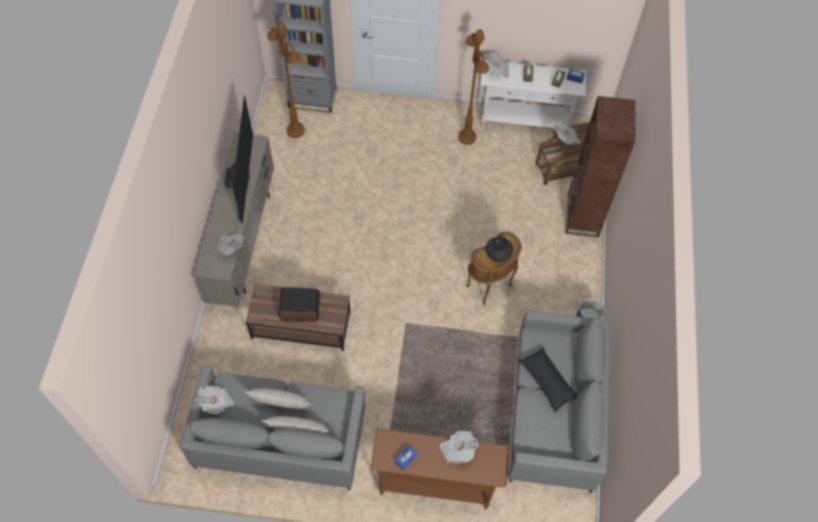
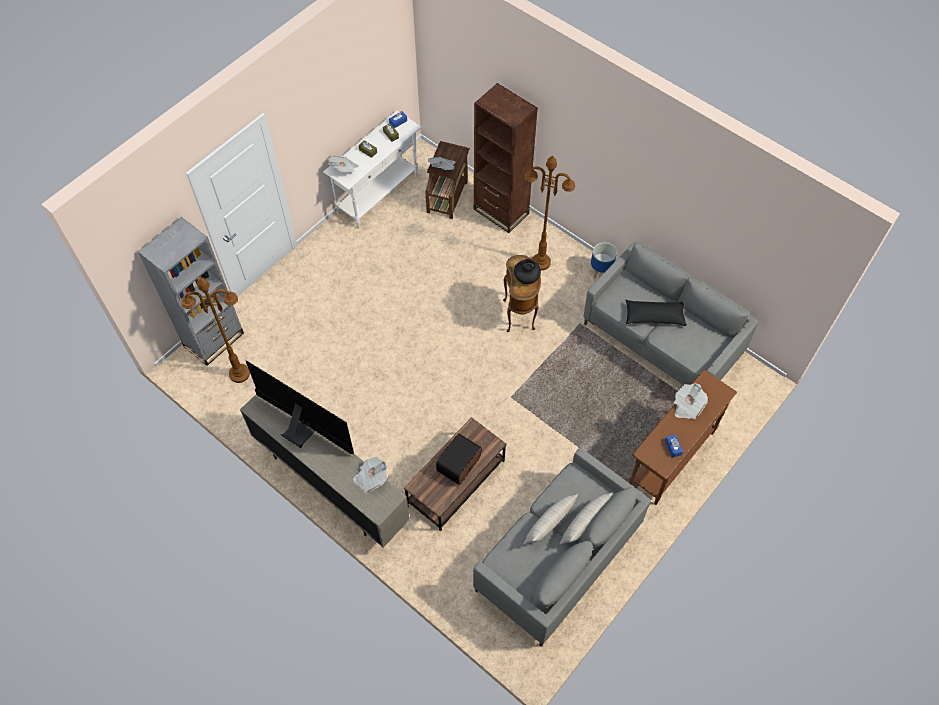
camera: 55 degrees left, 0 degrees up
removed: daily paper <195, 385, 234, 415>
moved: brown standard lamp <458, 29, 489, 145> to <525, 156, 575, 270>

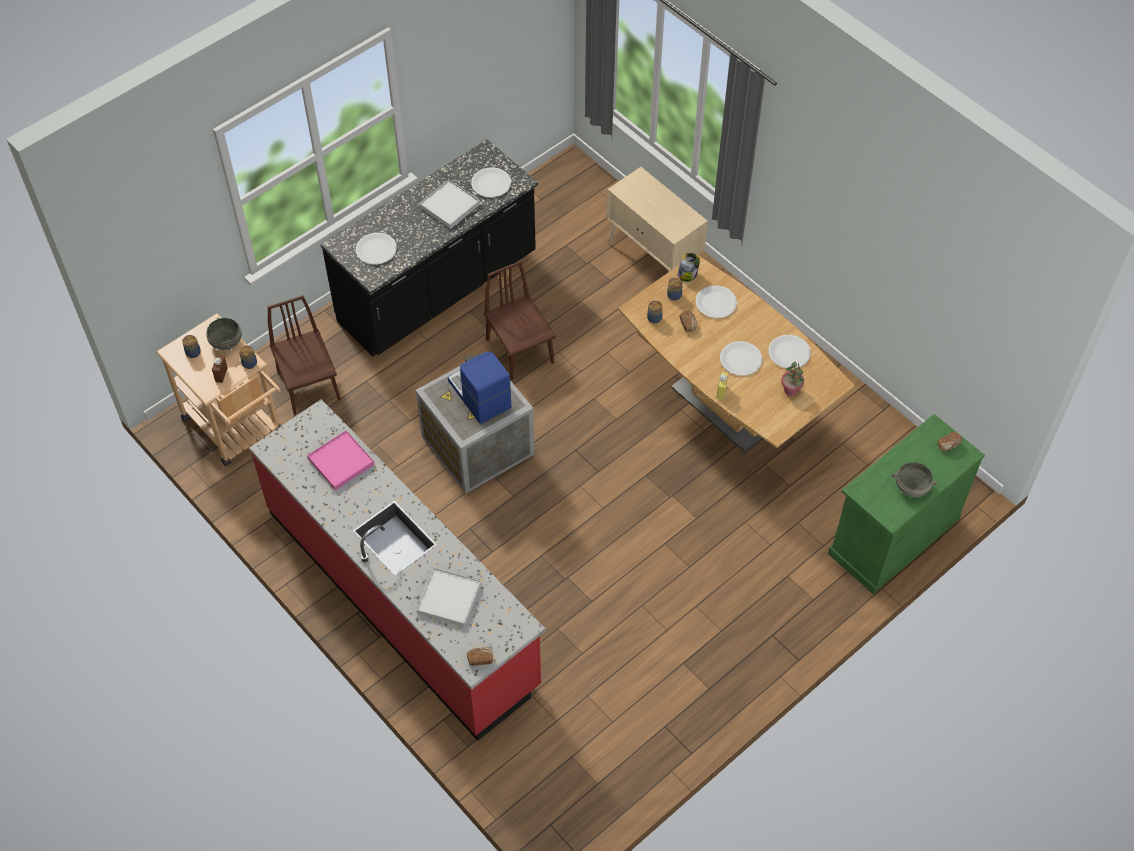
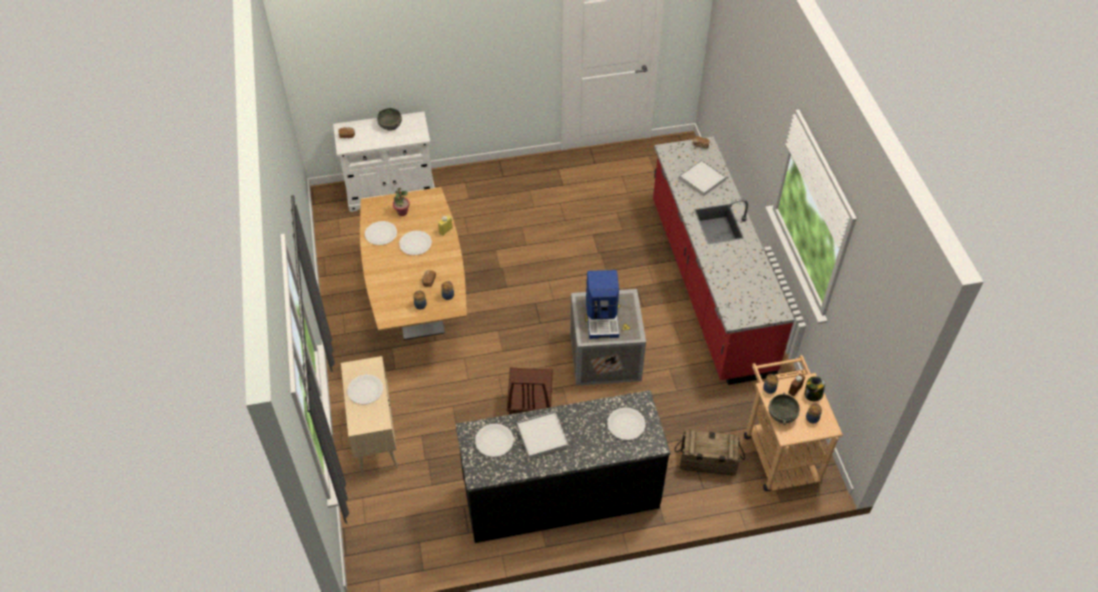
camera: 150 degrees left, 5 degrees down
removed: pinkish carrying tray <307, 430, 374, 491>
moved: preserve jar <678, 253, 700, 282> to <804, 376, 825, 401>; white flat dish <696, 285, 737, 318> to <347, 374, 383, 405>
replaced: brown plain chair <268, 296, 341, 415> to packing crate <675, 430, 745, 476>
recoloured: greenish cupboard <828, 414, 985, 594> to white cupboard <333, 111, 435, 212>

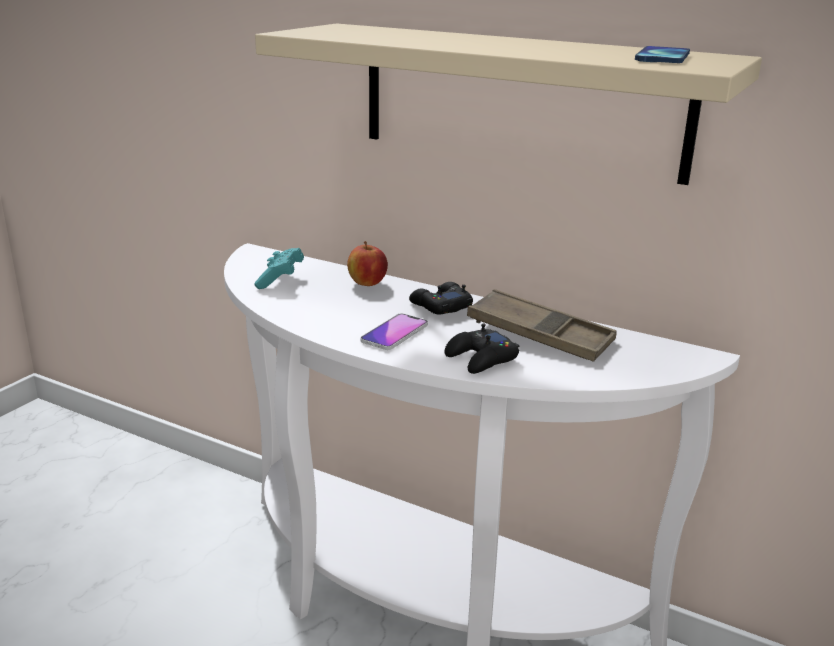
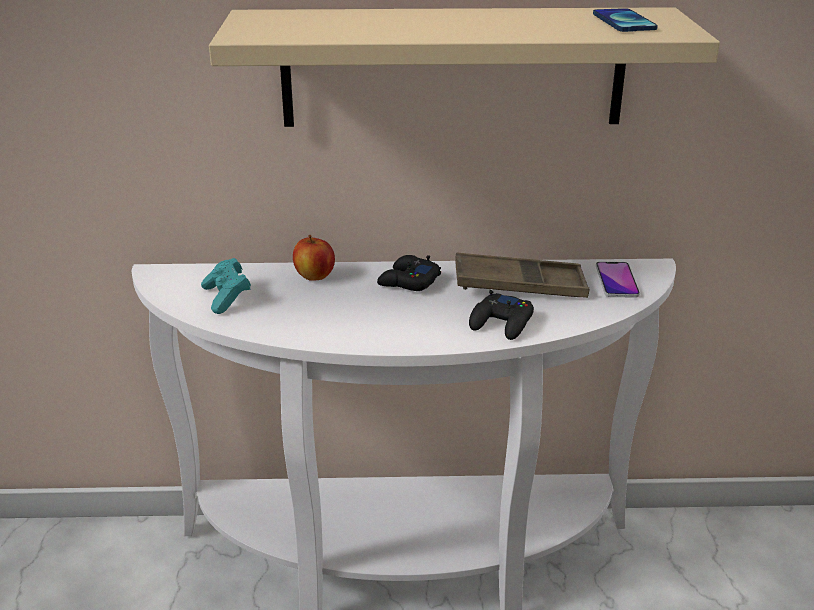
camera: 30 degrees left, 5 degrees up
moved: telephone <360, 313, 428, 350> to <596, 262, 640, 298>

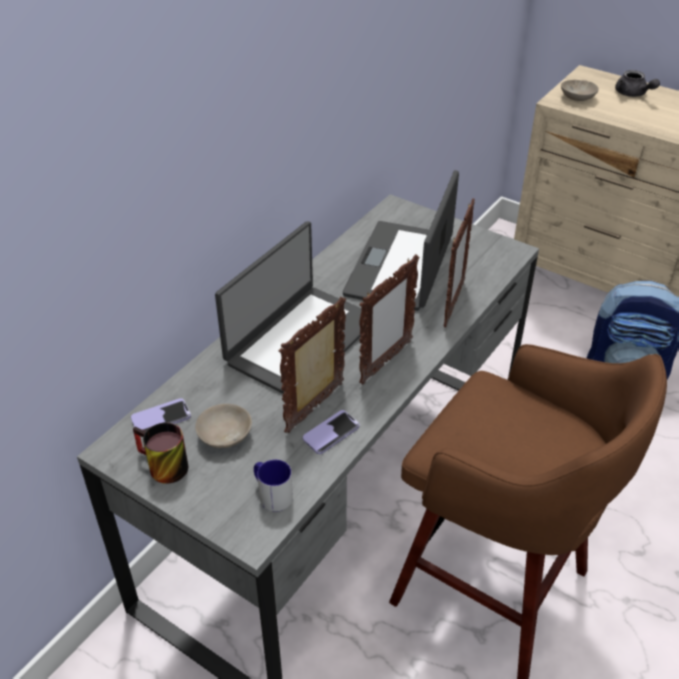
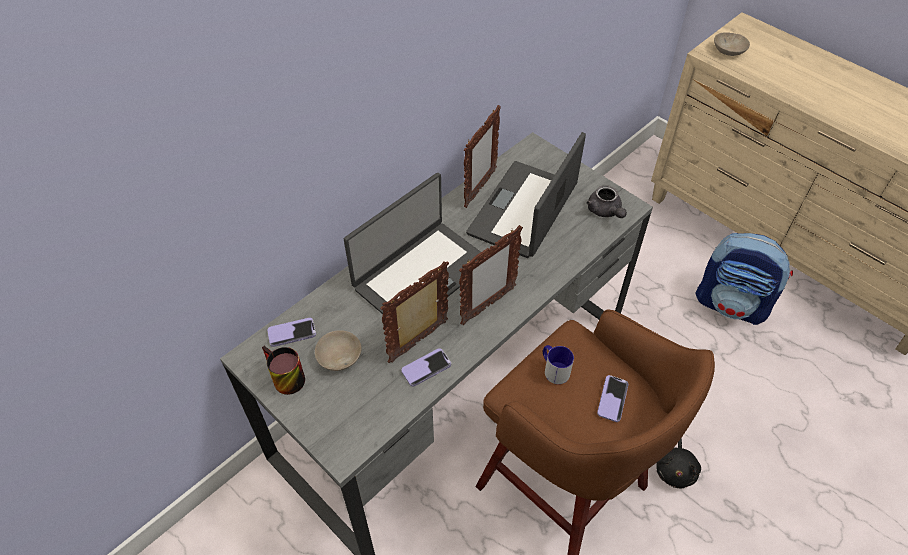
camera: 10 degrees right, 10 degrees up
added: telephone <597, 375, 629, 422>; black-coloured soft toy <656, 438, 701, 488>
moved: tea mug <254, 459, 293, 512> to <543, 345, 574, 384>; standing frame <444, 198, 475, 328> to <464, 105, 501, 208>; grey pot for tea <615, 70, 660, 97> to <586, 185, 627, 218>

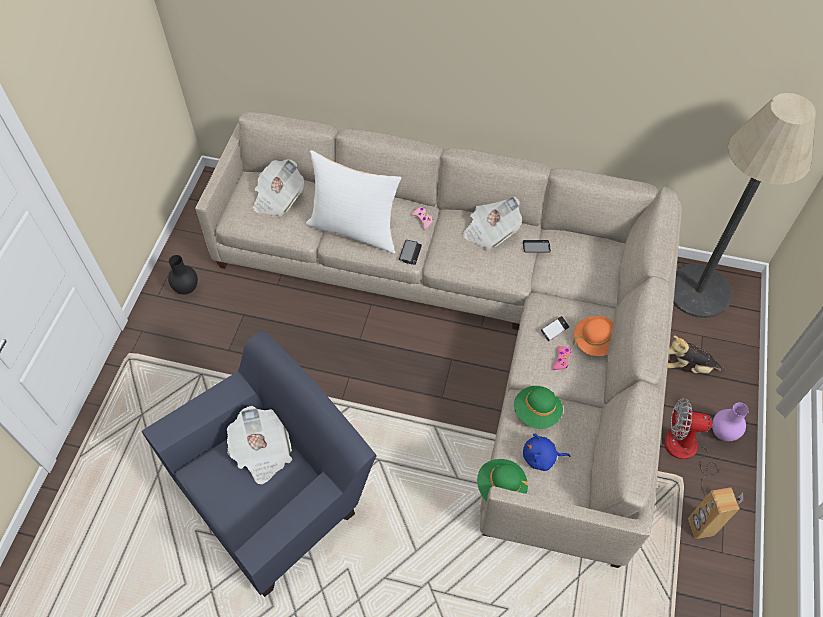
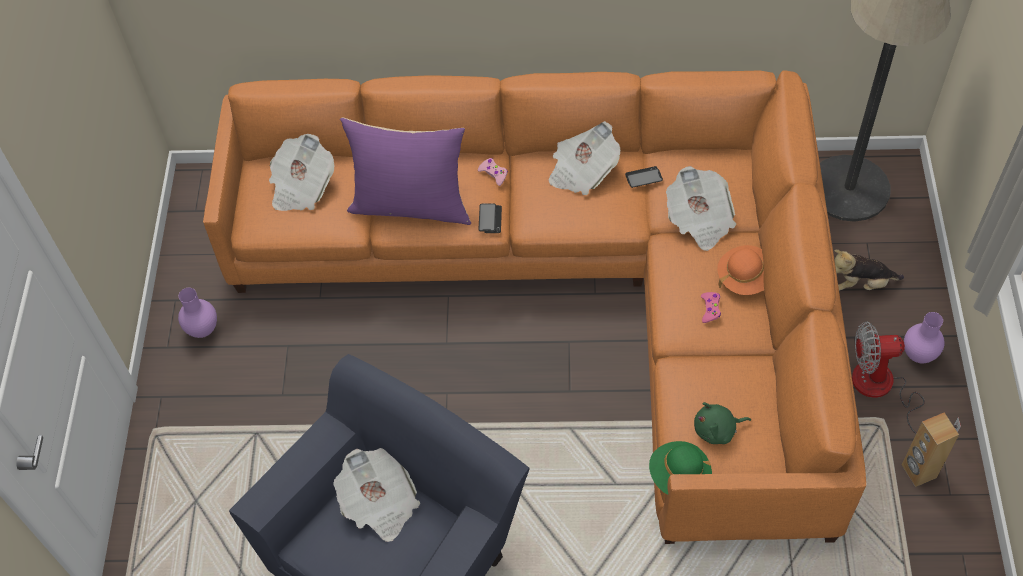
camera: 10 degrees left, 0 degrees up
removed: greenish hat <514, 386, 563, 429>; telephone <541, 316, 569, 341>
added: daily paper <666, 166, 736, 251>
recoloured: black-coloured flower vase <168, 255, 198, 295> to purple flower vase <178, 288, 217, 338>; beige sofa <195, 112, 682, 568> to orange sofa <203, 70, 866, 544>; white throw pillow <306, 150, 401, 254> to purple throw pillow <340, 117, 471, 225>; bluish soft toy <523, 434, 570, 471> to greenish soft toy <694, 402, 751, 444>

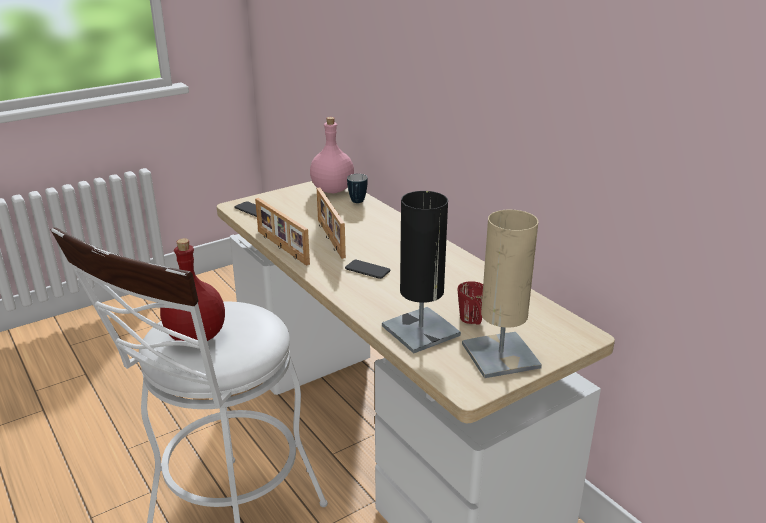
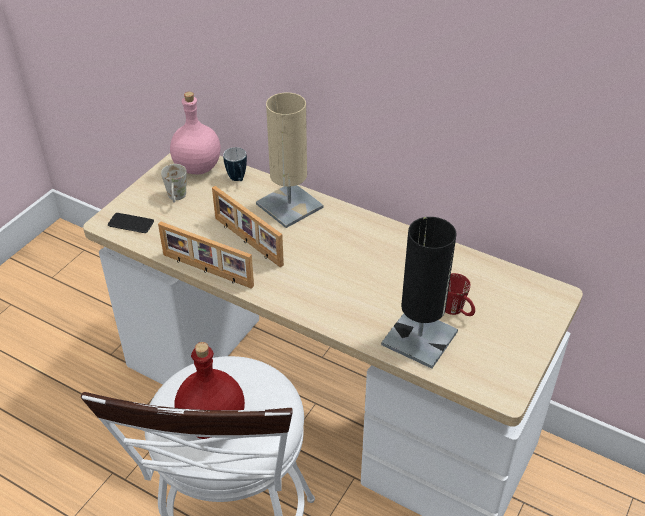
camera: 25 degrees left, 15 degrees up
removed: telephone <345, 260, 391, 279>
added: white tea mug <161, 164, 187, 203>
moved: beige table lamp <462, 210, 542, 378> to <256, 93, 323, 228>

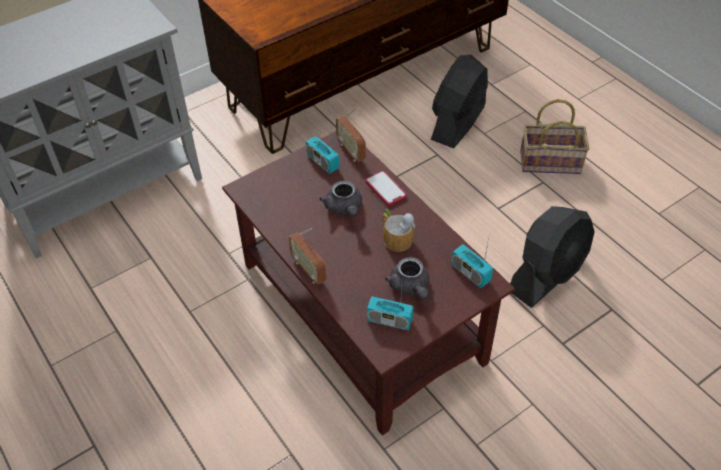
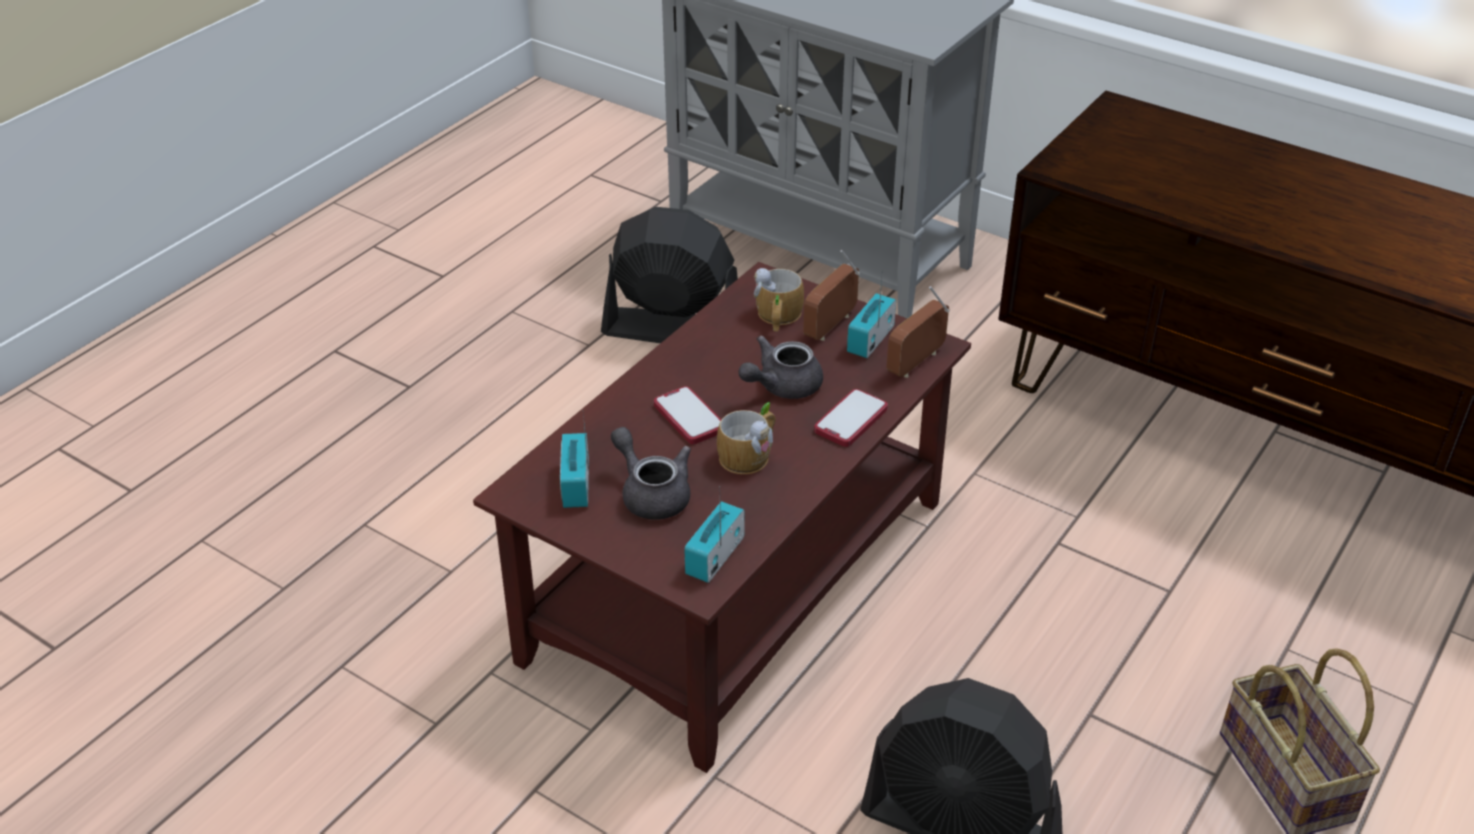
camera: 70 degrees right, 10 degrees down
added: telephone <654, 386, 721, 444>; tea mug <754, 268, 804, 332>
moved: radio receiver <289, 228, 327, 285> to <803, 250, 860, 341>; black-coloured cooling fan <431, 55, 488, 148> to <601, 207, 738, 343>
turned: grey pot for tea <385, 257, 429, 300> = <611, 427, 691, 520> 90 degrees clockwise

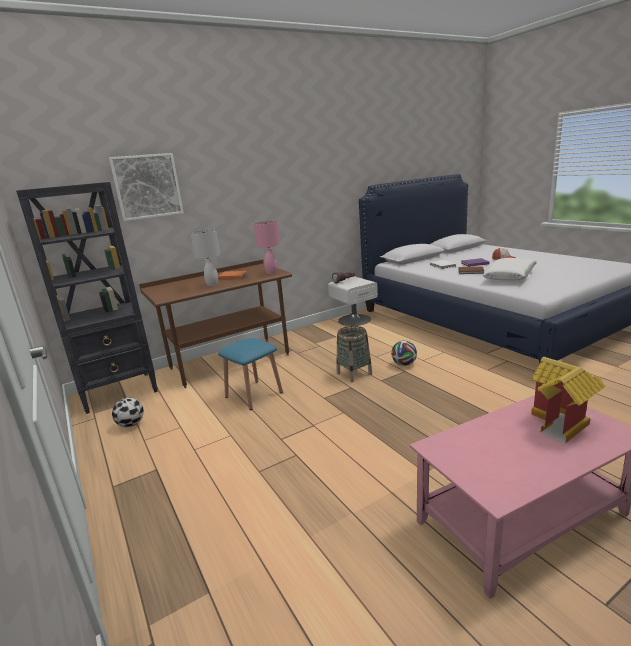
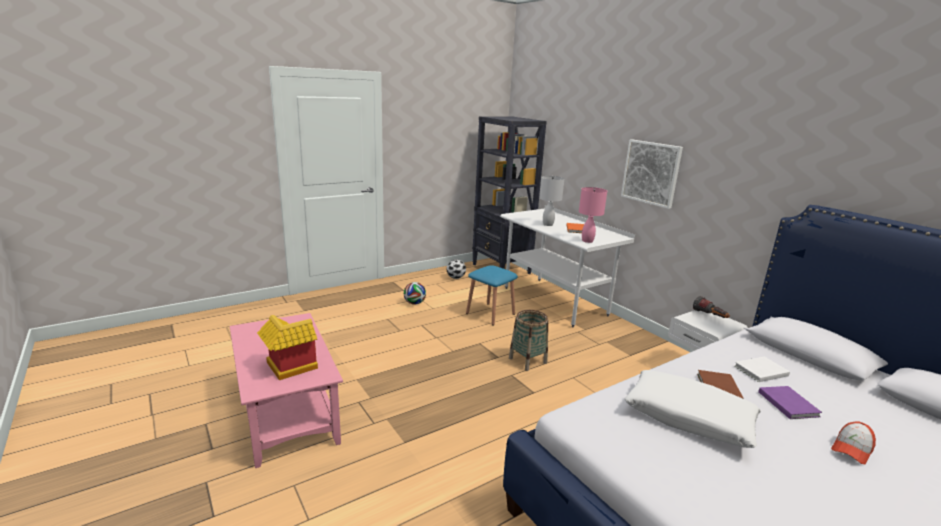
camera: 85 degrees right, 0 degrees up
moved: wall art <109, 153, 184, 221> to <621, 140, 683, 209>; football <391, 341, 417, 366> to <404, 282, 426, 305>
recoloured: brown desk table <139, 260, 292, 388> to white desk table <500, 205, 635, 327>

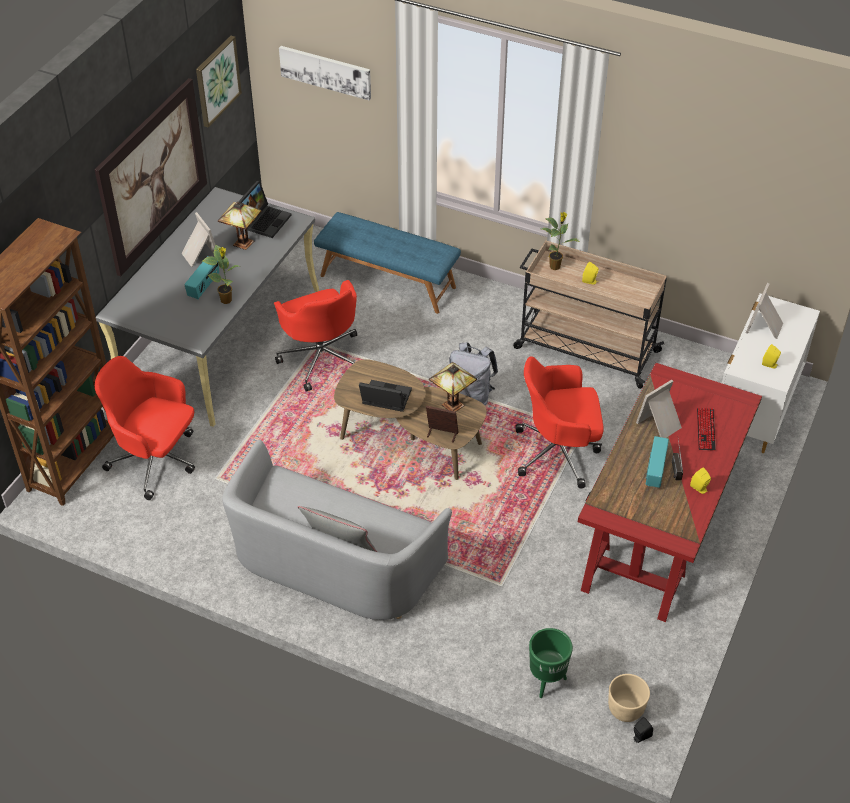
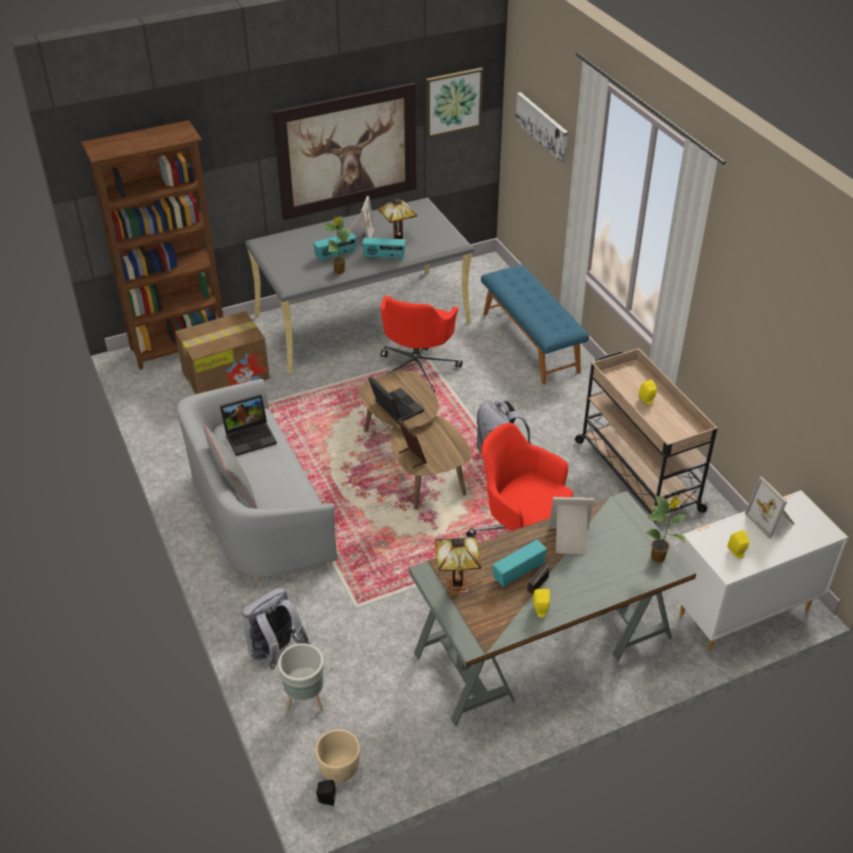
camera: 40 degrees right, 5 degrees down
removed: keyboard <697, 408, 716, 450>
added: grey knapsack <242, 588, 310, 670>; radio receiver <362, 238, 406, 260>
moved: laptop <238, 181, 292, 238> to <220, 394, 277, 456>; table lamp <429, 362, 477, 412> to <434, 537, 481, 593>; potted plant <541, 212, 580, 270> to <646, 495, 687, 563>
replaced: red-coloured computer chair <95, 356, 195, 500> to cardboard box <175, 311, 270, 394>
recoloured: greenish flower pot <529, 628, 573, 698> to grey flower pot <278, 643, 324, 712>; red-coloured desk table <578, 363, 762, 622> to grey desk table <409, 491, 697, 726>
turned: standing frame <746, 283, 783, 339> = <745, 476, 794, 539> 90 degrees counterclockwise

